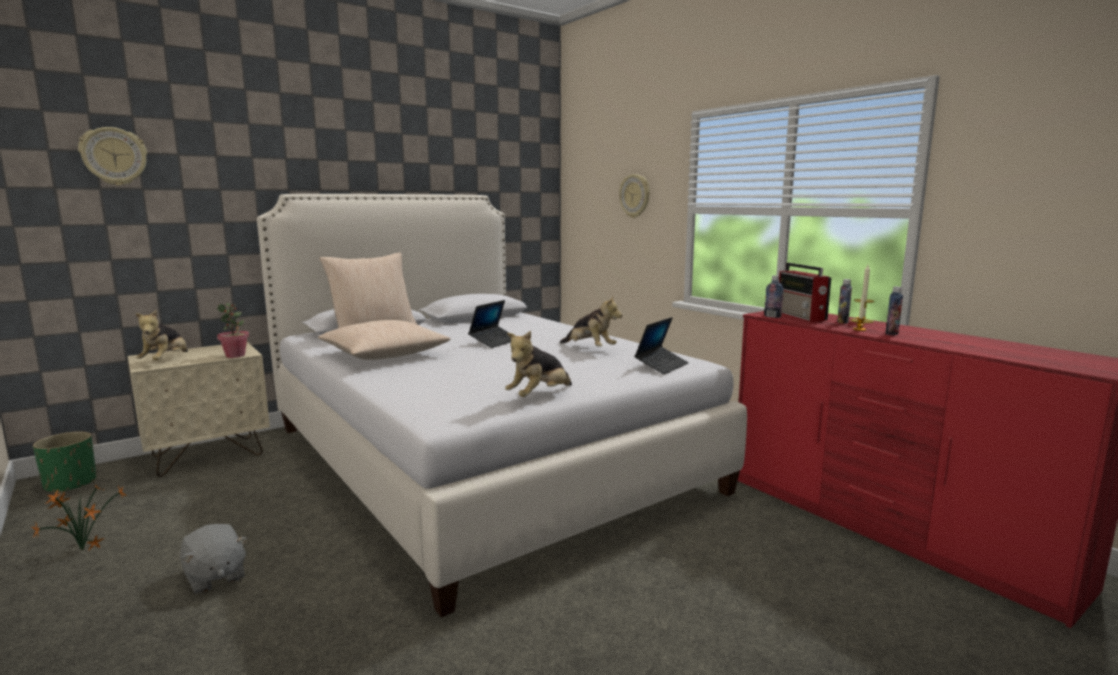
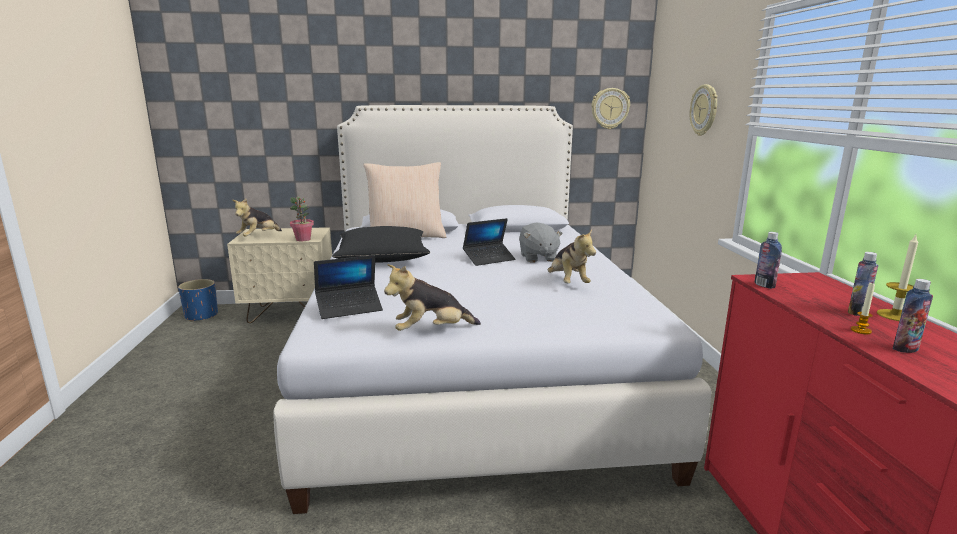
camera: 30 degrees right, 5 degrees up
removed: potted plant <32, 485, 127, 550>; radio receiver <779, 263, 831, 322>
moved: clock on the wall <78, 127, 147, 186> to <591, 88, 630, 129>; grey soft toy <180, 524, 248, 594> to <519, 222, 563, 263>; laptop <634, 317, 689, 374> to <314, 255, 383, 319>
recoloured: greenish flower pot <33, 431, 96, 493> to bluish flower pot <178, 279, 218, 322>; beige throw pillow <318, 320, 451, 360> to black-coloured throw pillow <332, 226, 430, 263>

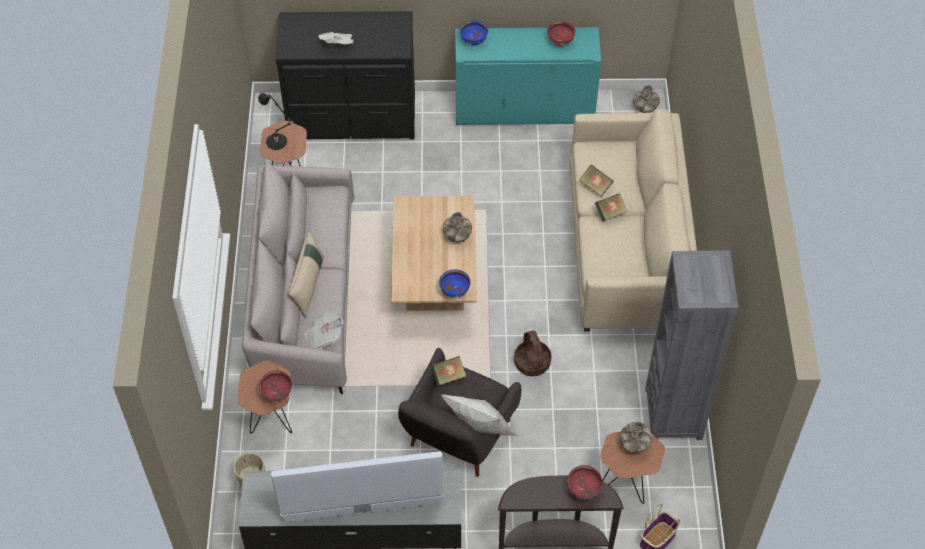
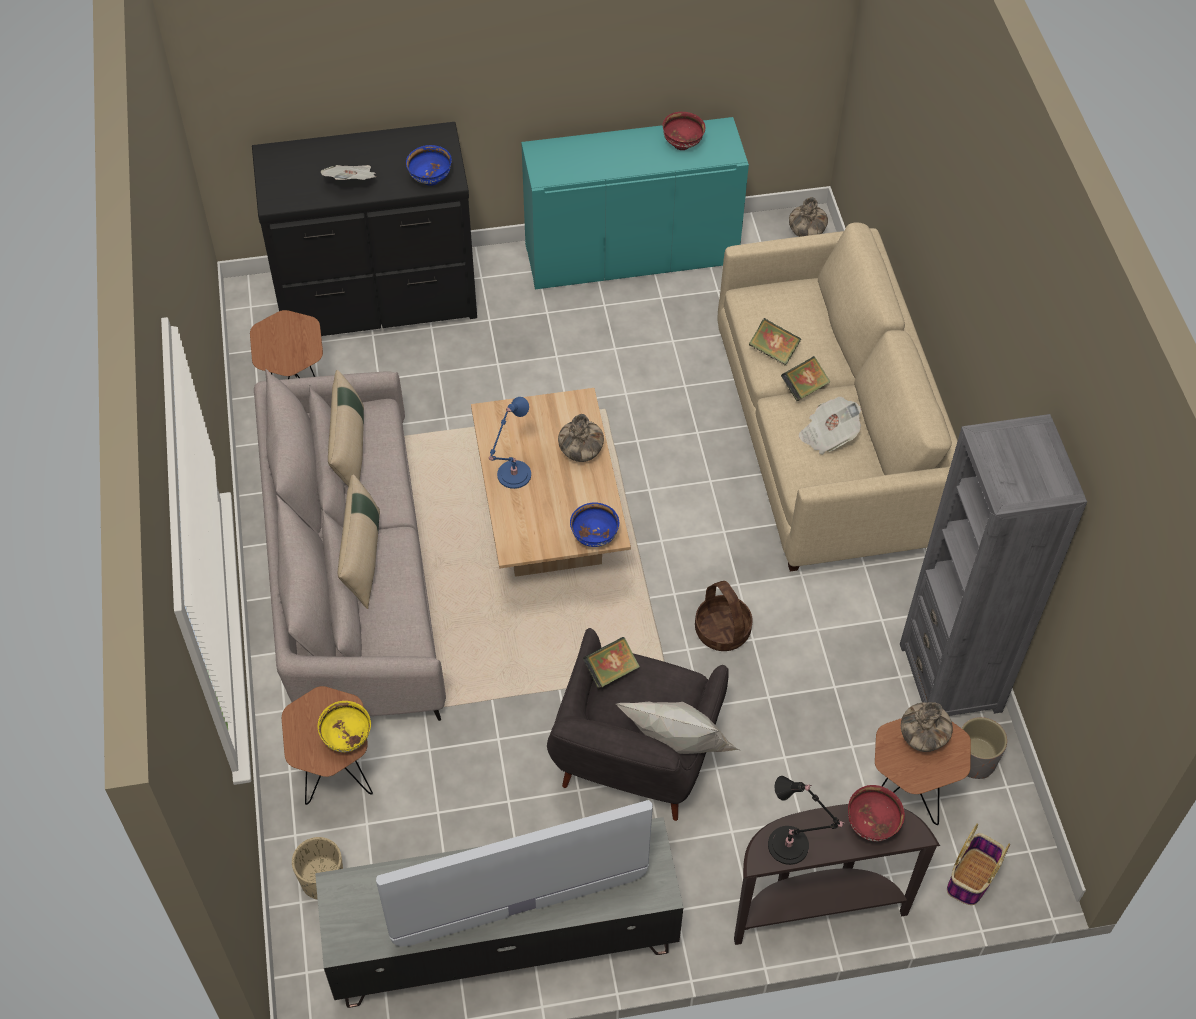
camera: 10 degrees left, 0 degrees up
added: beige throw pillow <328, 370, 364, 487>; bluish table lamp <489, 397, 531, 489>; grey flower pot <962, 717, 1007, 779>
moved: black-coloured table lamp <258, 93, 294, 150> to <768, 776, 845, 865>; daily paper <304, 312, 344, 349> to <799, 397, 861, 455>; bluish bowl <459, 20, 488, 45> to <406, 145, 452, 186>
recoloured: red-coloured bowl <259, 370, 292, 402> to yellow bowl <318, 701, 371, 752>

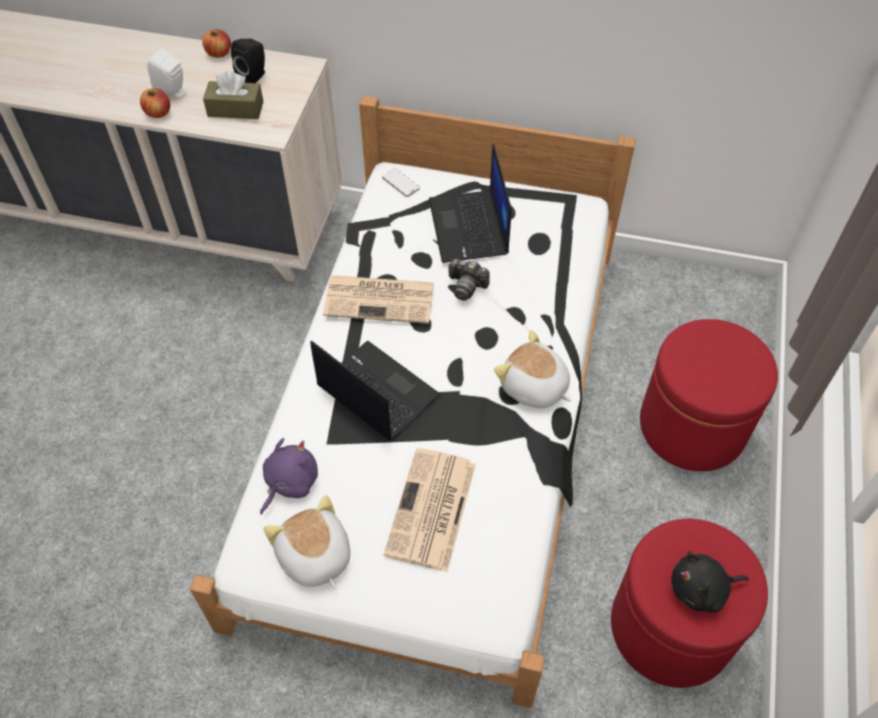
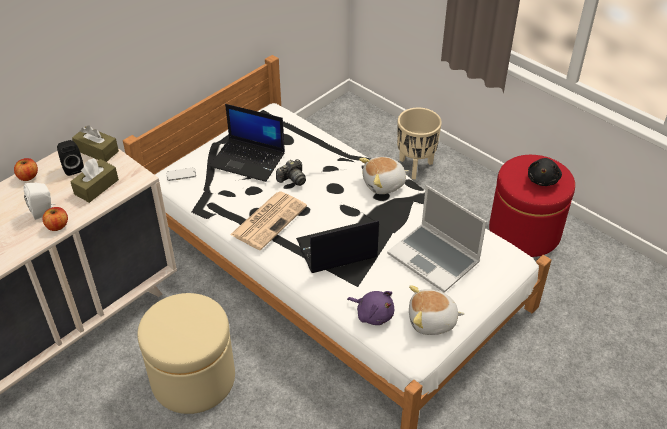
camera: 60 degrees left, 10 degrees down
added: brown tissue box <72, 125, 119, 162>; beige footrest <137, 293, 235, 414>
replaced: daily paper <384, 448, 476, 572> to laptop <387, 185, 487, 292>; red-coloured footrest <640, 319, 778, 471> to beige flower pot <397, 108, 442, 179>
turned: purple soft toy <260, 438, 318, 515> = <347, 291, 394, 325> 150 degrees clockwise

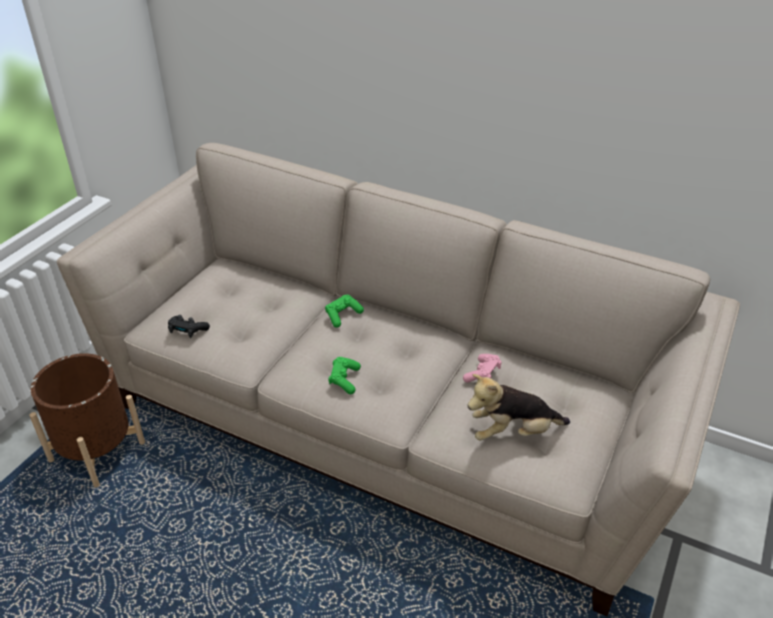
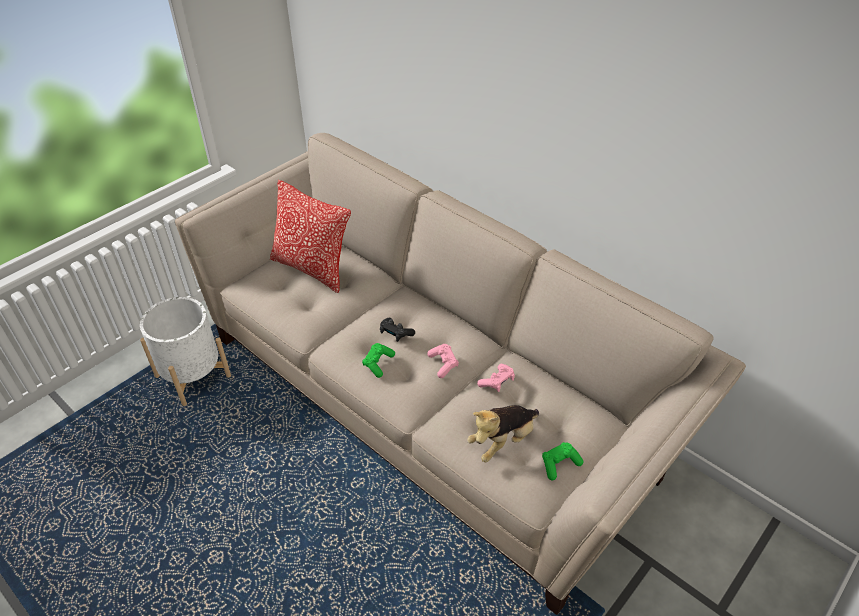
camera: 15 degrees right, 5 degrees up
added: throw pillow <270, 180, 351, 293>; pinkish joypad <427, 344, 459, 378>
moved: black-coloured joypad <168, 315, 210, 338> to <380, 318, 415, 342>; greenish joypad <325, 295, 364, 328> to <542, 442, 583, 480>
recoloured: brown flower pot <29, 353, 145, 488> to white flower pot <140, 297, 231, 406>
turned: soft toy <468, 374, 570, 440> = <467, 405, 539, 462> 45 degrees counterclockwise

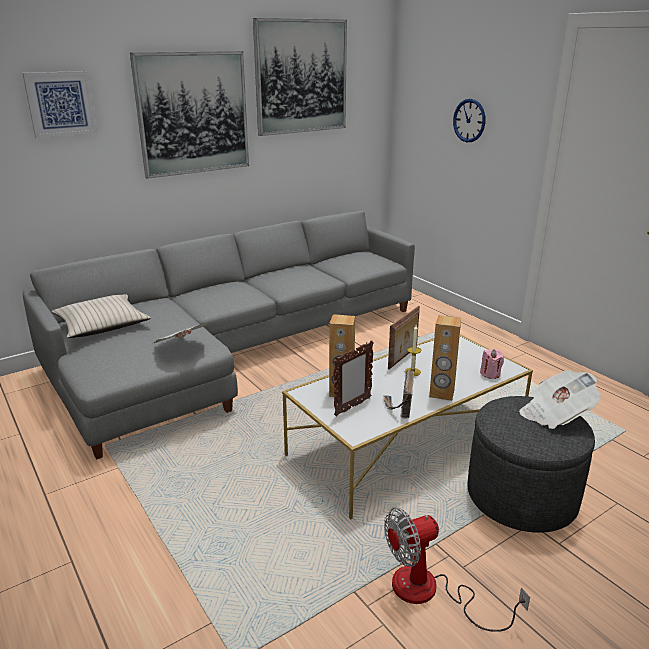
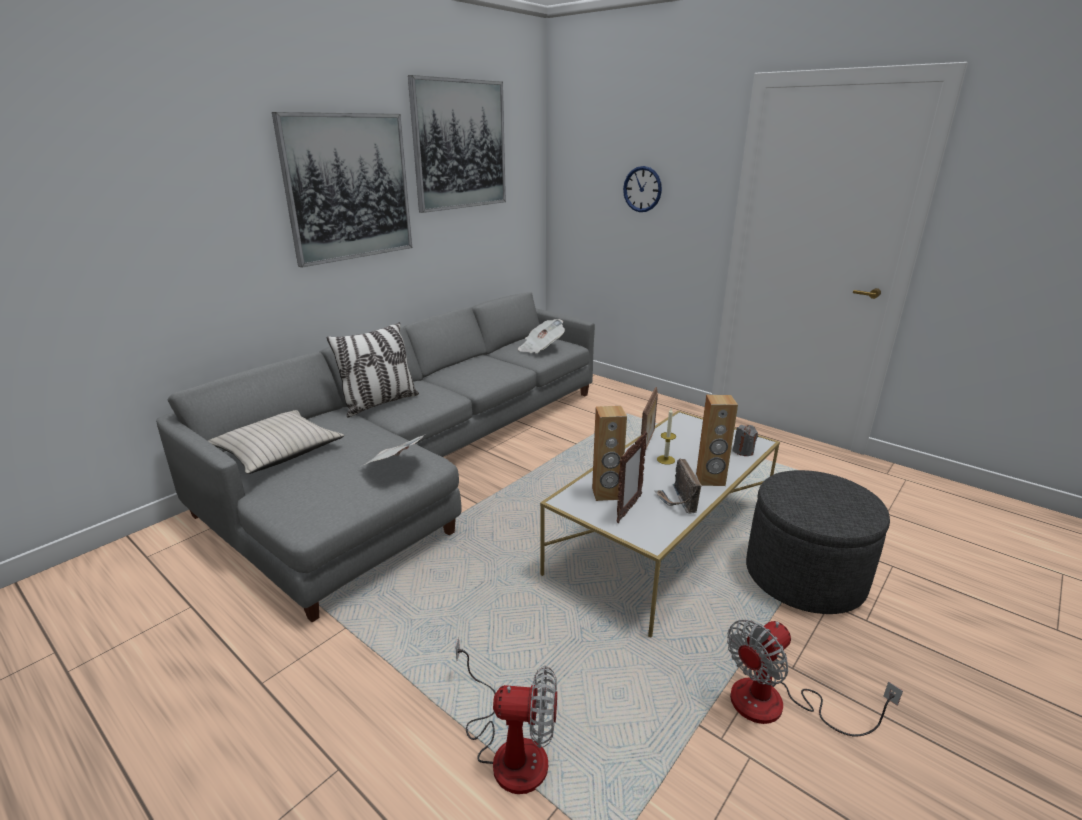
camera: 15 degrees left, 0 degrees up
removed: wall art <22, 71, 97, 138>
added: throw pillow <326, 322, 419, 417>; cooling fan <455, 637, 557, 794>
moved: daily paper <519, 370, 601, 429> to <518, 319, 565, 354>
recoloured: pinkish wax candle <480, 349, 504, 379> to grey wax candle <732, 425, 758, 456>

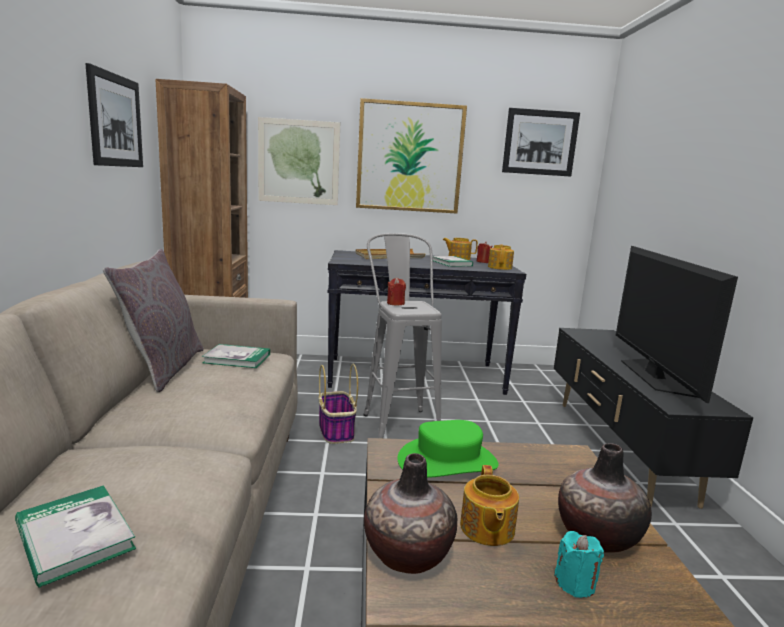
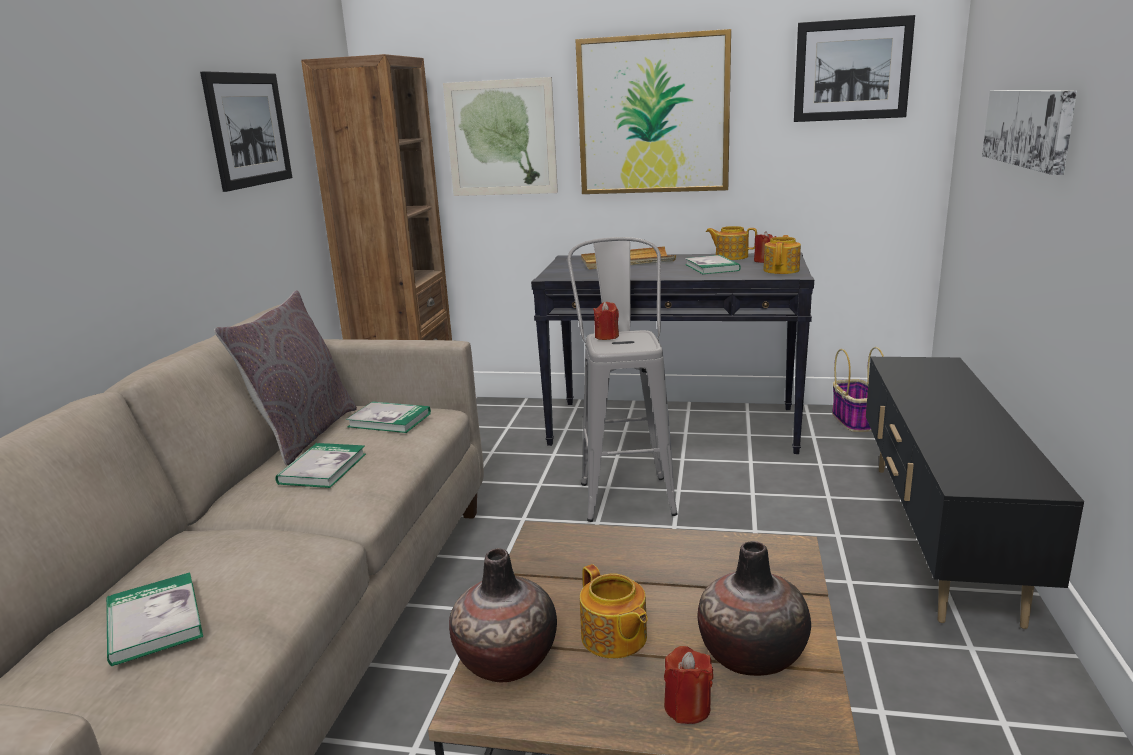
camera: 15 degrees right, 5 degrees up
removed: greenish hat <397, 420, 499, 478>; TV set <616, 246, 738, 403>
added: bound book <276, 443, 366, 488>; wall art <982, 90, 1077, 175>
moved: household basket <319, 364, 358, 444> to <832, 347, 884, 432>
recoloured: turquoise-coloured wax candle <554, 531, 604, 598> to red-coloured wax candle <664, 646, 713, 724>
turned: pot for tea <460, 465, 519, 546> = <580, 564, 648, 659> 45 degrees counterclockwise

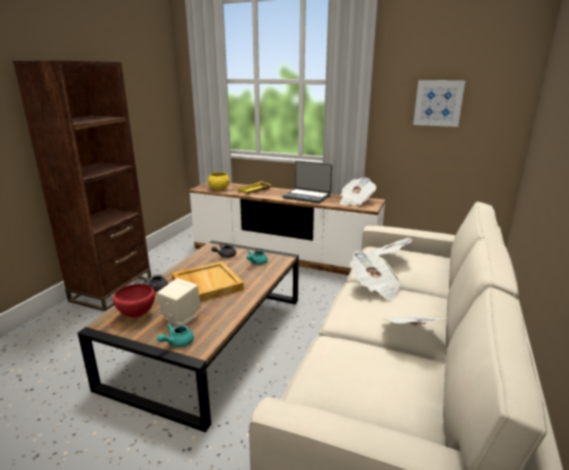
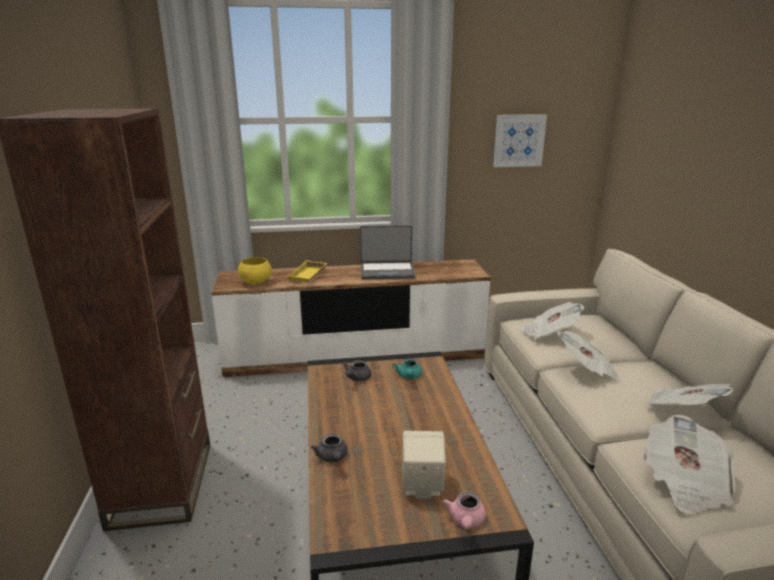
camera: 30 degrees left, 0 degrees up
removed: red-coloured bowl <113, 284, 155, 318>; beige carrying tray <172, 262, 244, 302>
moved: daily paper <340, 177, 376, 205> to <644, 415, 735, 514>
recoloured: turquoise-coloured pot for tea <157, 323, 194, 347> to pinkish pot for tea <443, 492, 486, 529>

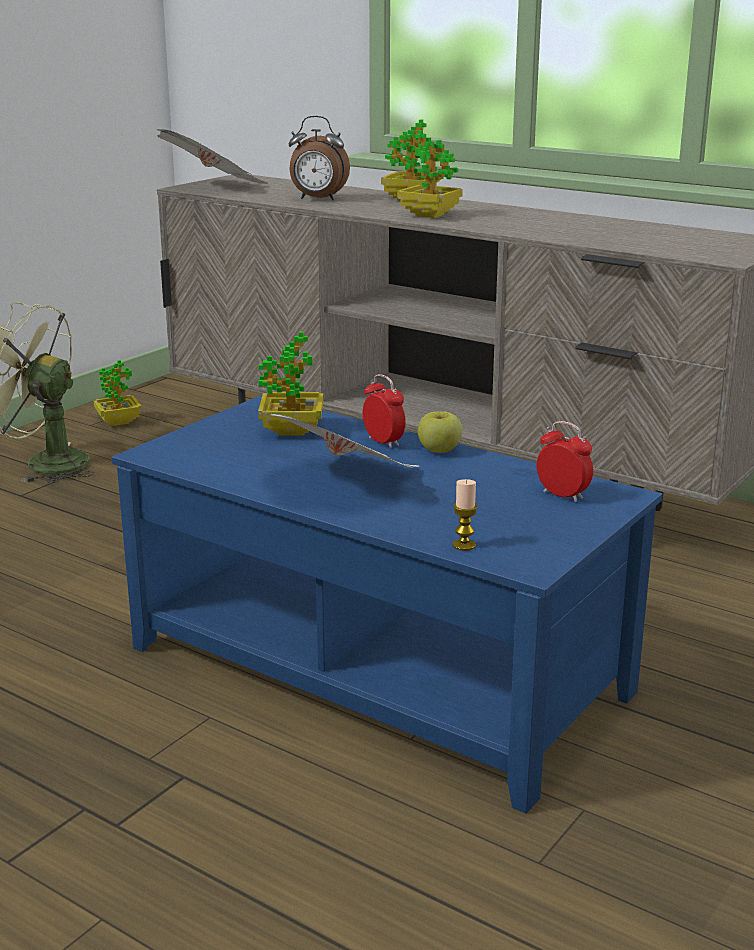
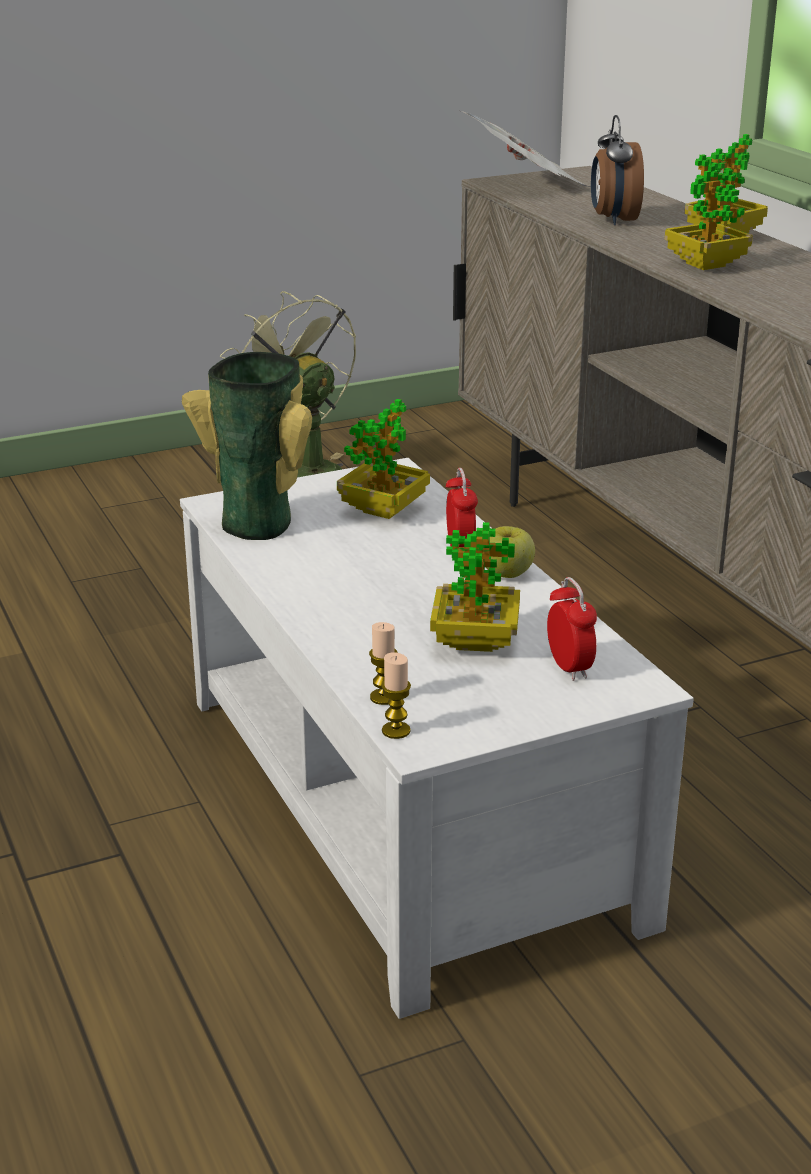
camera: 30 degrees right, 5 degrees up
removed: daily paper <258, 413, 419, 467>
added: flower vase <182, 352, 312, 540>; wax candle <381, 652, 411, 739>
moved: potted plant <94, 360, 142, 426> to <430, 522, 520, 652>
recoloured: bluish low table <112, 395, 662, 813> to white low table <180, 458, 694, 1019>
turned: bedside clock <289, 116, 350, 200> = <591, 115, 644, 225> 45 degrees clockwise

